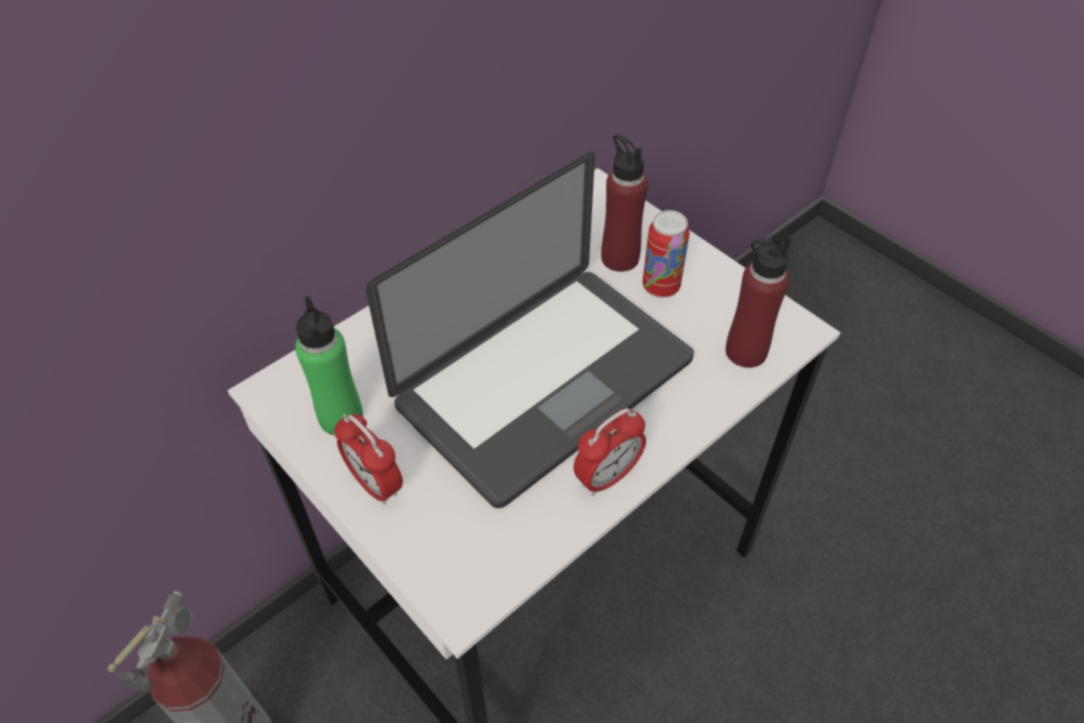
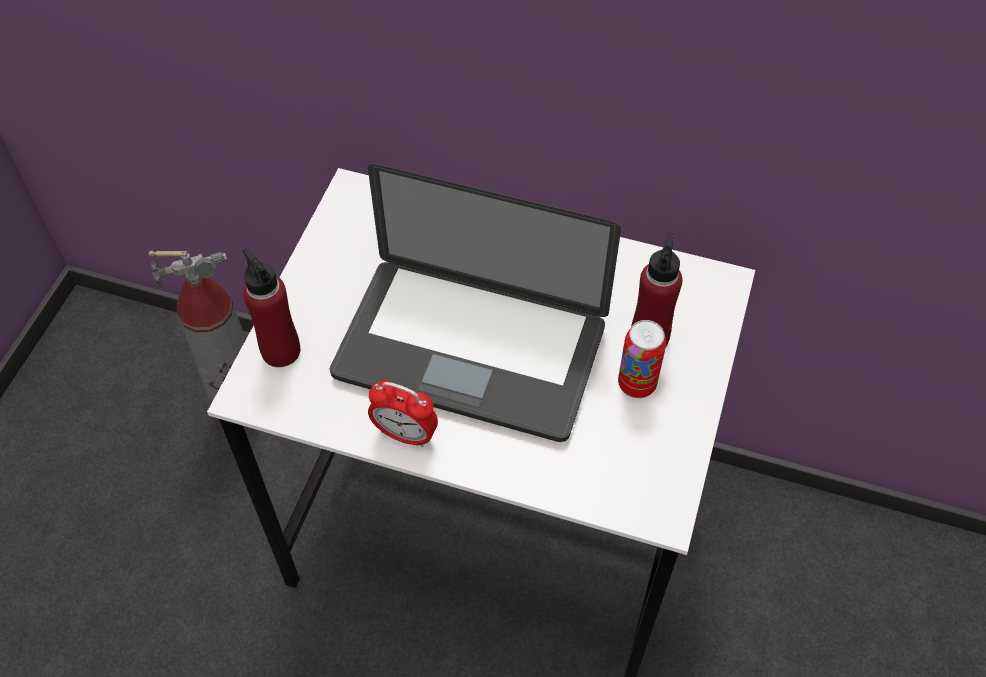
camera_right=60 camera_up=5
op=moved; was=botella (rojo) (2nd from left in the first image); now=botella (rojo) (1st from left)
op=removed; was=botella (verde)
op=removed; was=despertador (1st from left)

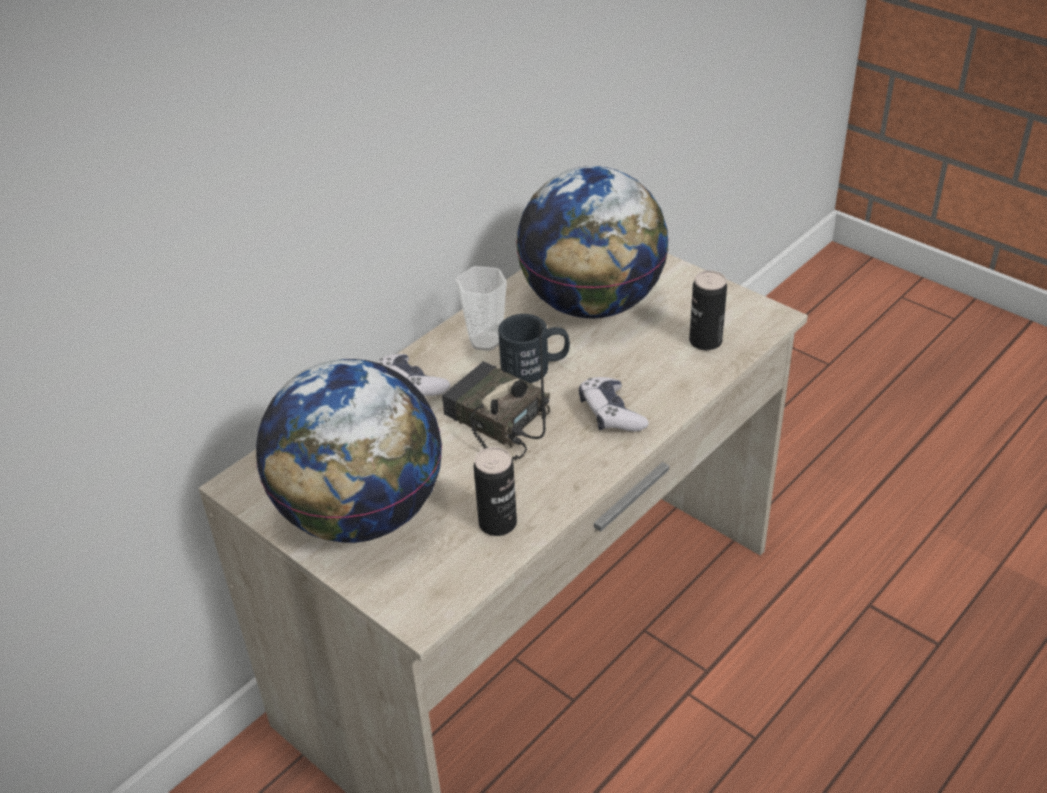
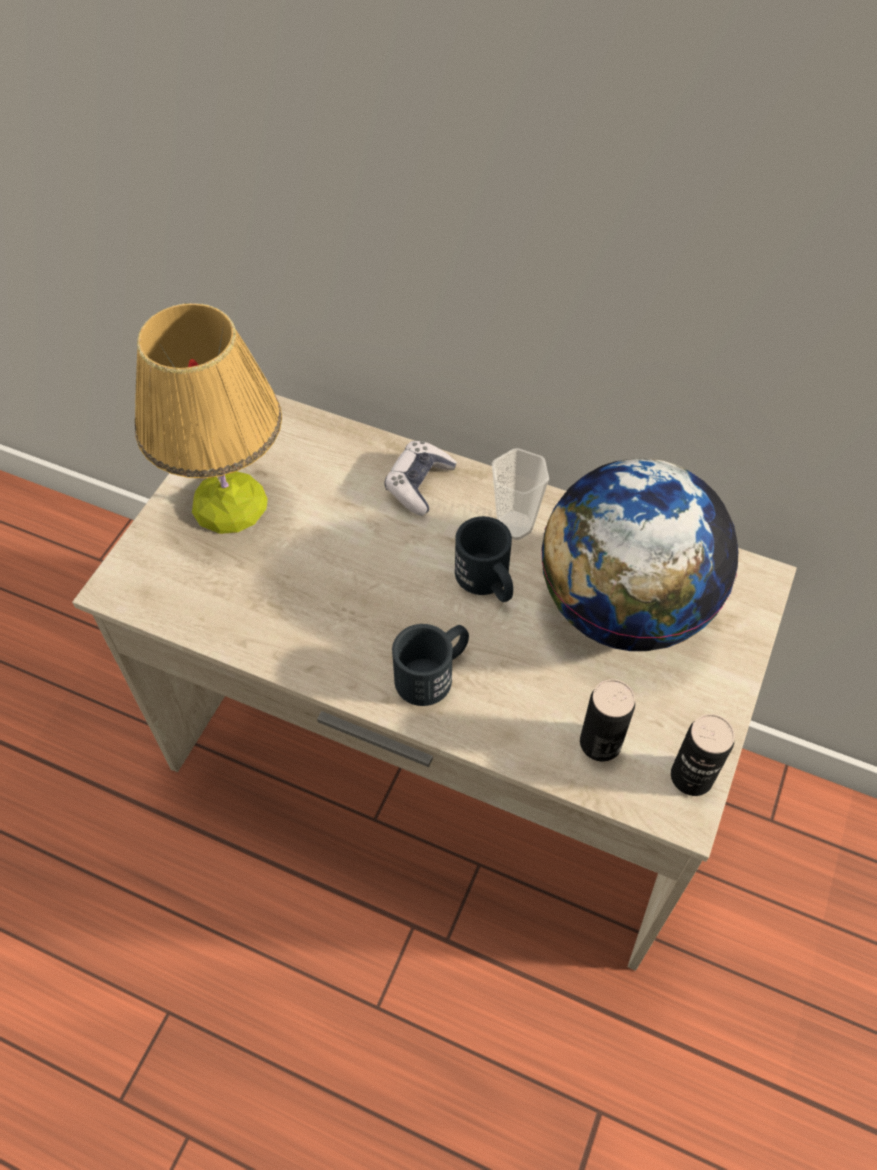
camera_right=70 camera_up=15
op=removed; was=radio
op=replaced; was=globo terráqueo (1st from left); now=lámpara de mesa
op=replaced; was=mando de consola (2nd from left); now=taza grande (negro) (1st from left)
op=moved; was=lata (1st from left in the first image); now=lata (2nd from left)

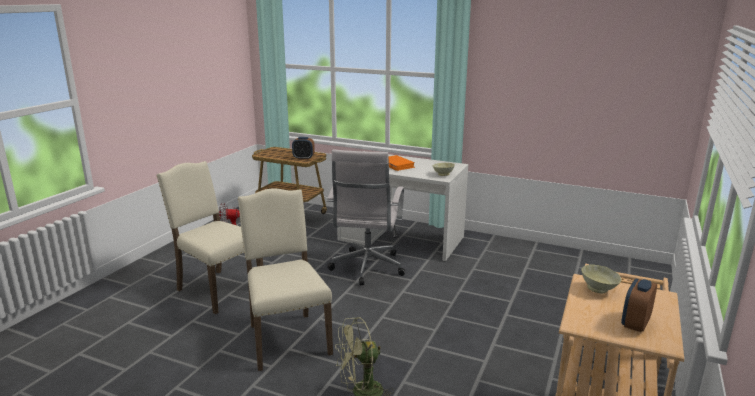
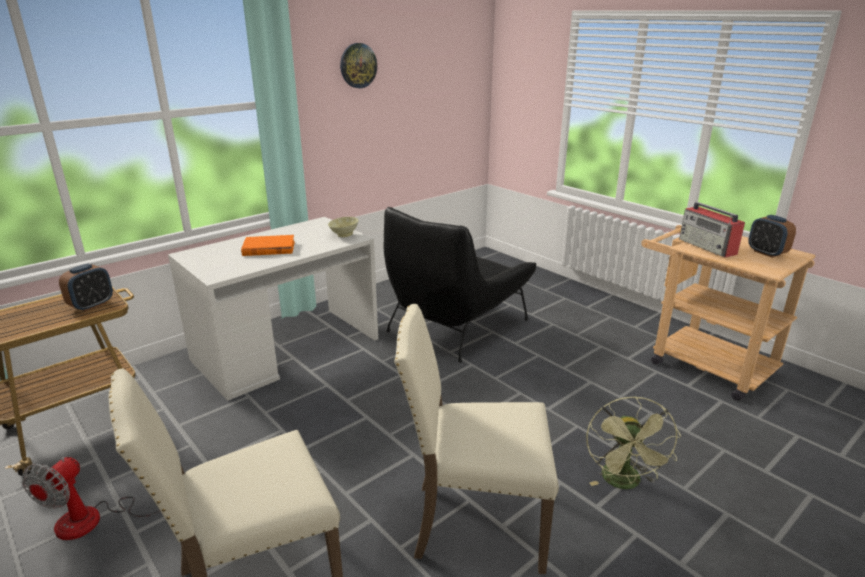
camera_right=-65 camera_up=5
op=removed; was=silla de oficina (blanco)
op=replaced; was=cuenco (beis) (2nd from left); now=radio
op=added; now=reloj de pared
op=added; now=sillón (negro)

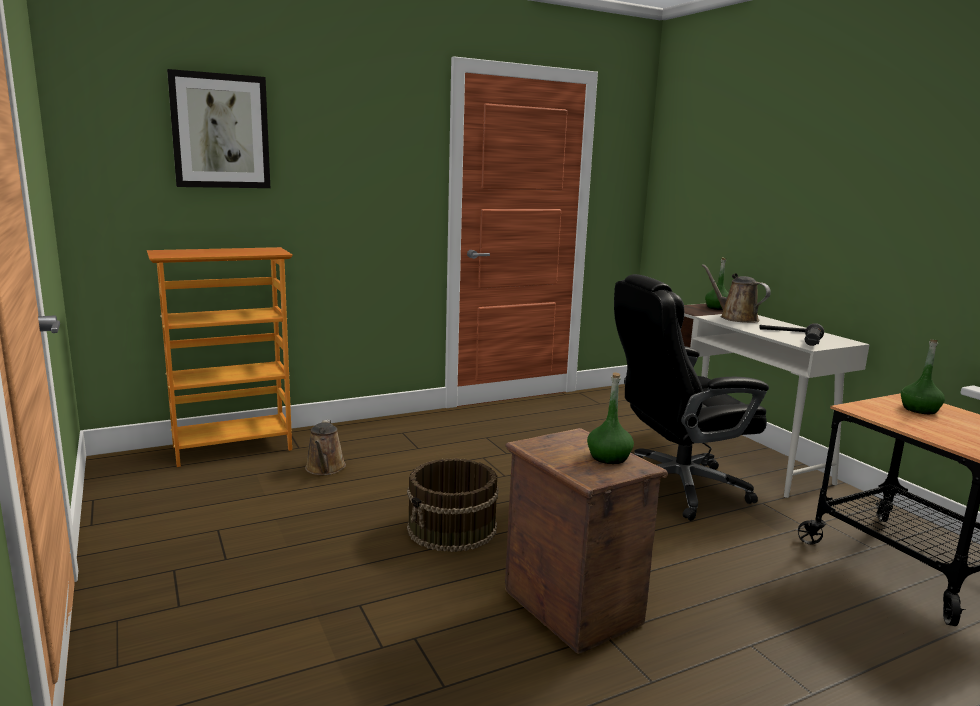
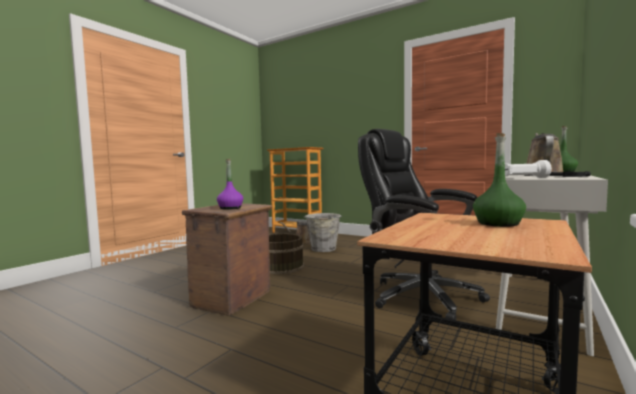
camera_right=60 camera_up=-10
op=removed; was=cuadro
op=recoloured; was=linterna (negro); now=linterna (blanco)
op=recoloured; was=botella (verde) (1st from left); now=botella (morado)
op=added; now=cubo (gris)

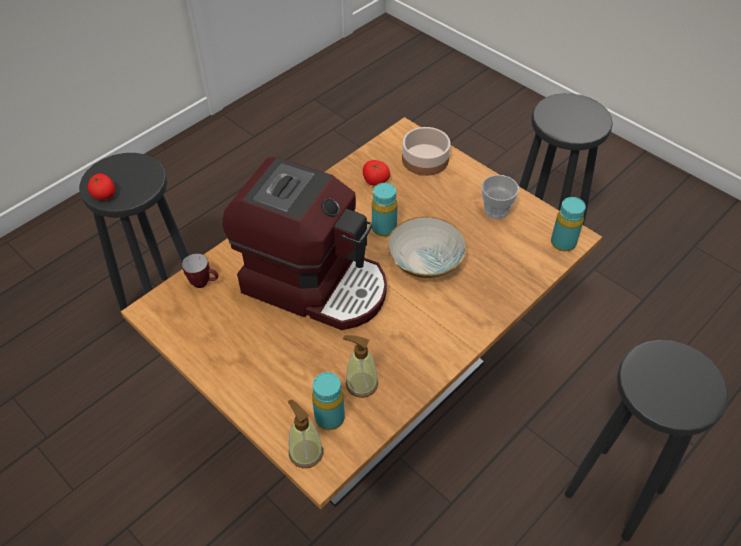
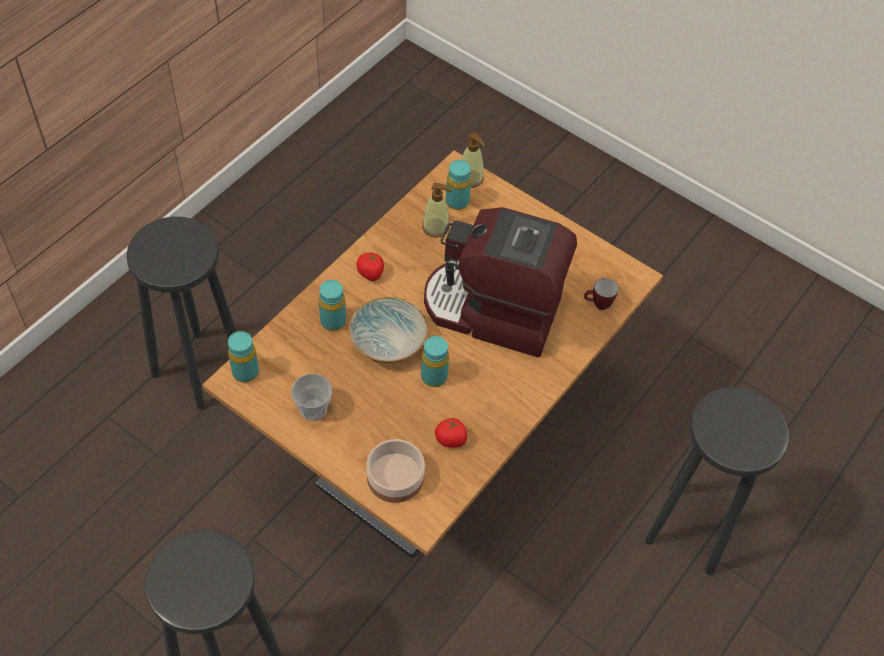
camera_right=170 camera_up=5
op=moved; was=tomate (1st from left)
op=added; now=botella (turquesa) (2nd from left)

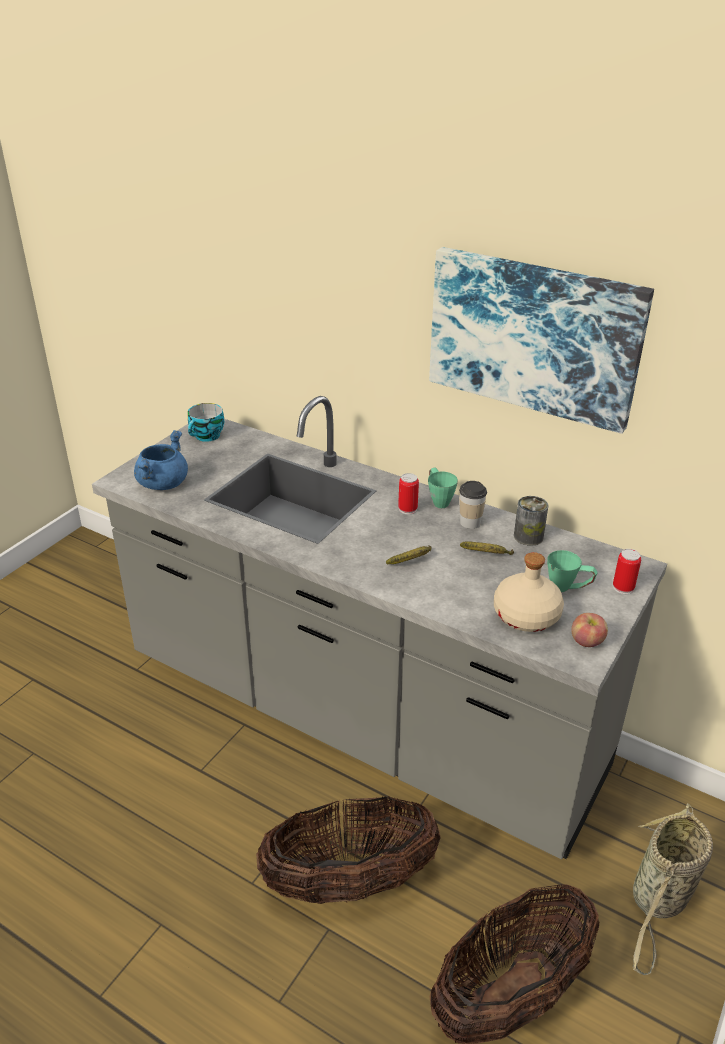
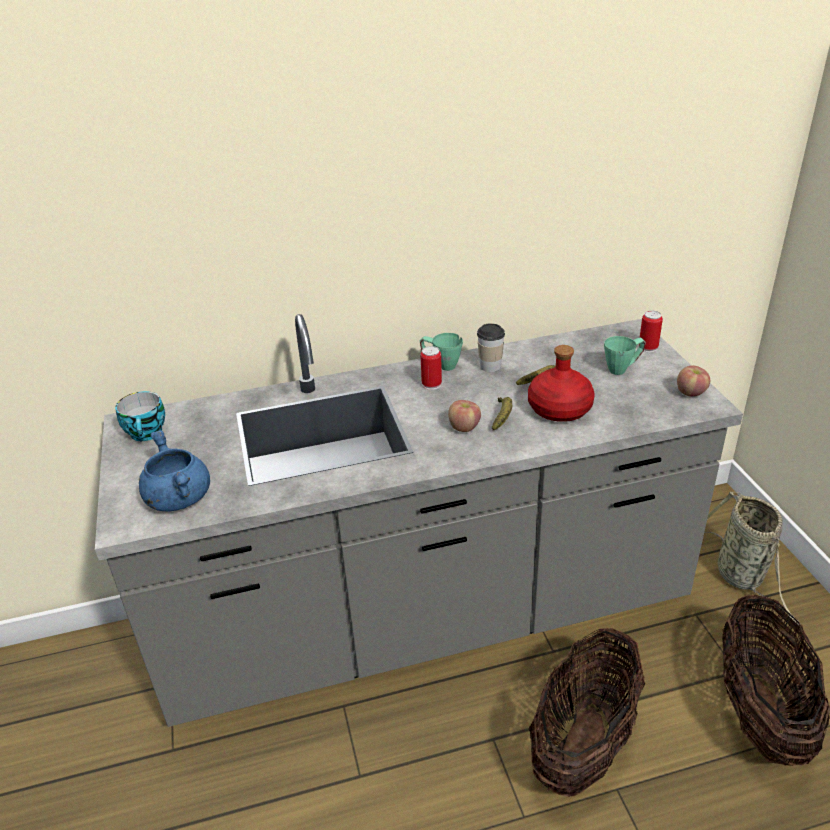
camera_right=-45 camera_up=0
op=removed; was=cuadro
op=removed; was=lata (2nd from left)
op=removed; was=botella (beis)
op=added; now=botella (rojo)
op=added; now=manzana (1st from left)

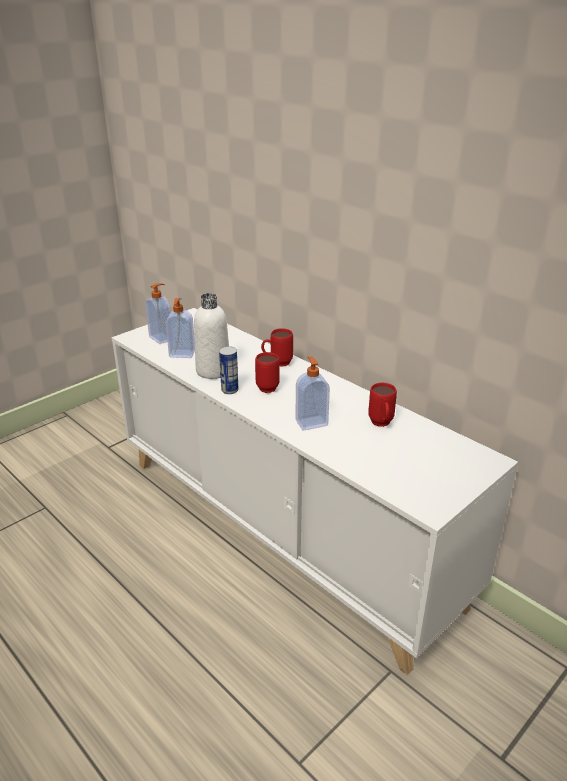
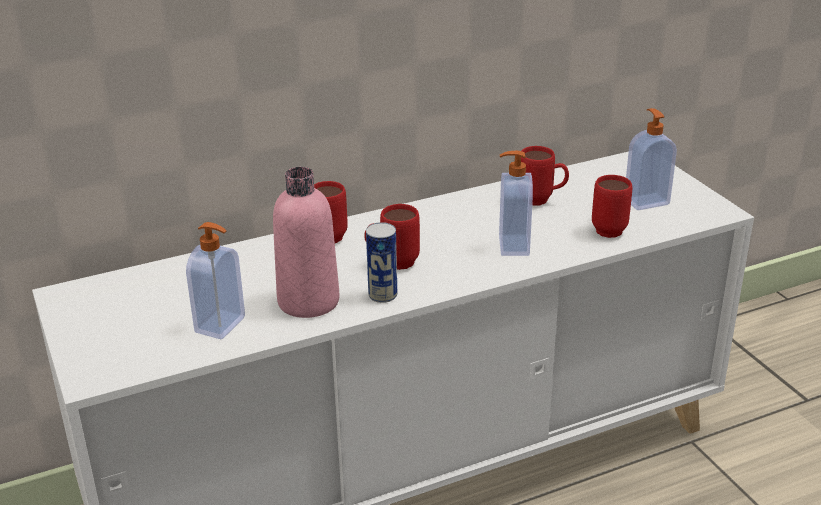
camera_right=-70 camera_up=0
op=moved; was=dispensador de jabón (1st from left in the first image); now=dispensador de jabón (3rd from left)
op=recoloured; was=botella (blanco); now=botella (rosa)
op=added; now=taza grande (rojo) (4th from left)

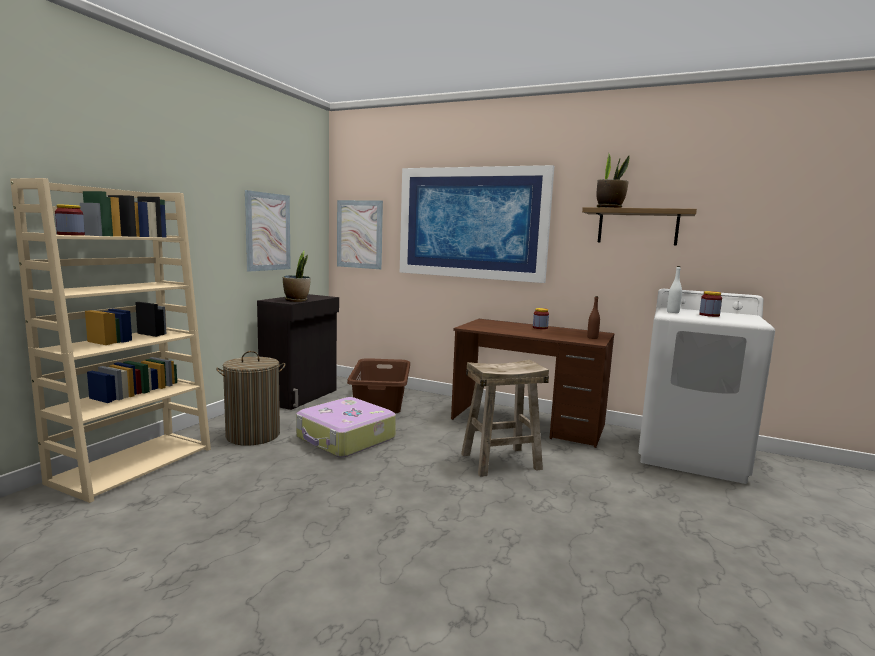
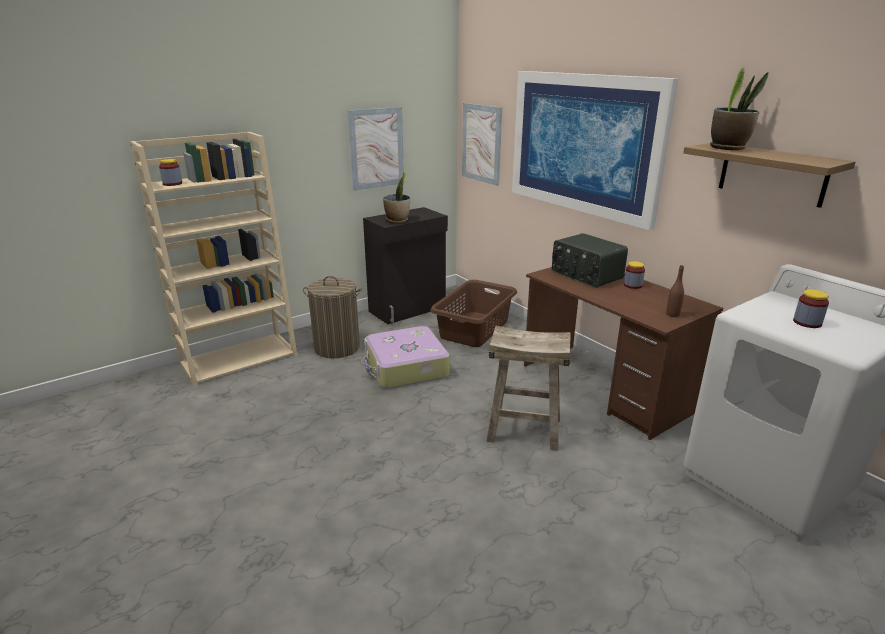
camera_right=30 camera_up=15
op=removed; was=botella (blanco)
op=added; now=radio

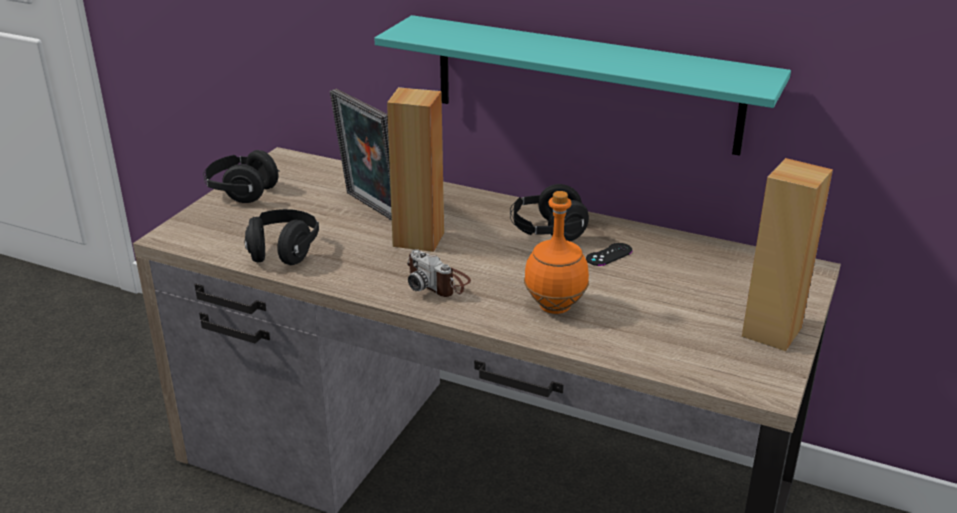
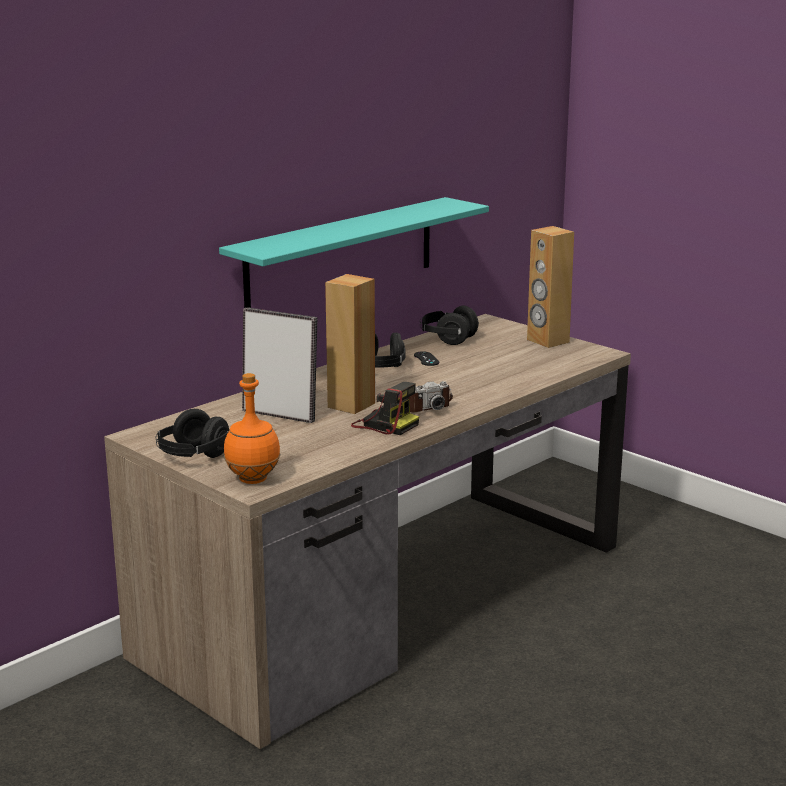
camera_right=-70 camera_up=-10
op=turned; was=portarretratos; clockwise=-135
op=moved; was=botella (naranja)
op=moved; was=auriculares (negro) (2nd from left in the first image); now=auriculares (negro) (3rd from left)
op=added; now=cámara (1st from left)

